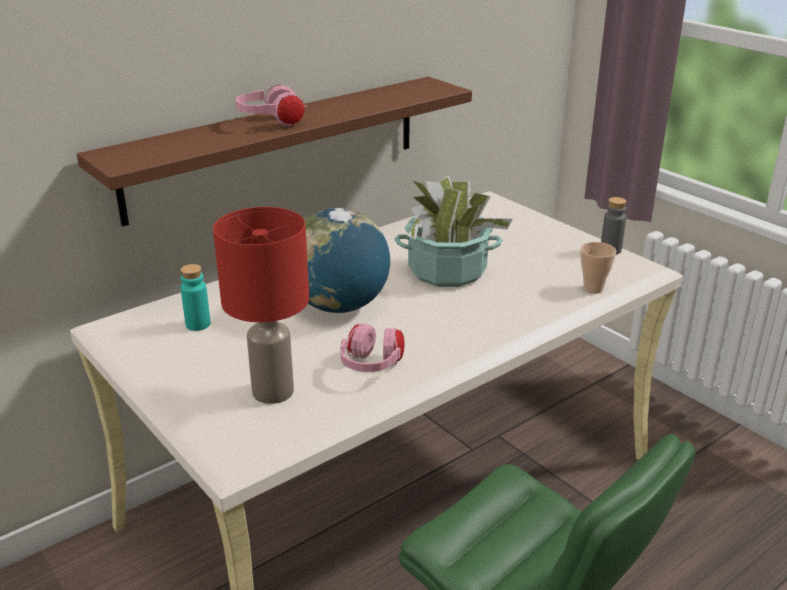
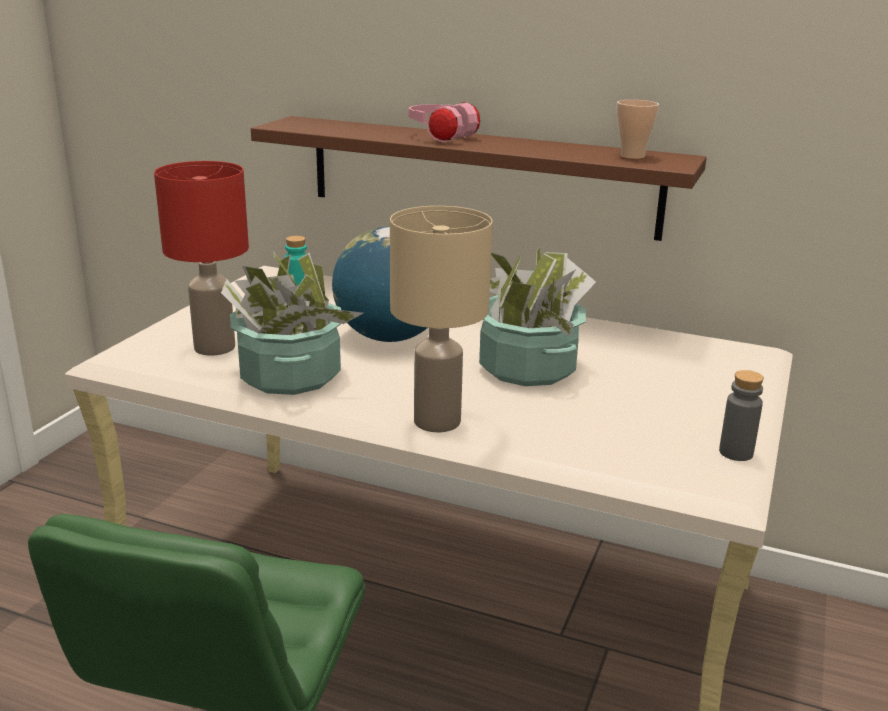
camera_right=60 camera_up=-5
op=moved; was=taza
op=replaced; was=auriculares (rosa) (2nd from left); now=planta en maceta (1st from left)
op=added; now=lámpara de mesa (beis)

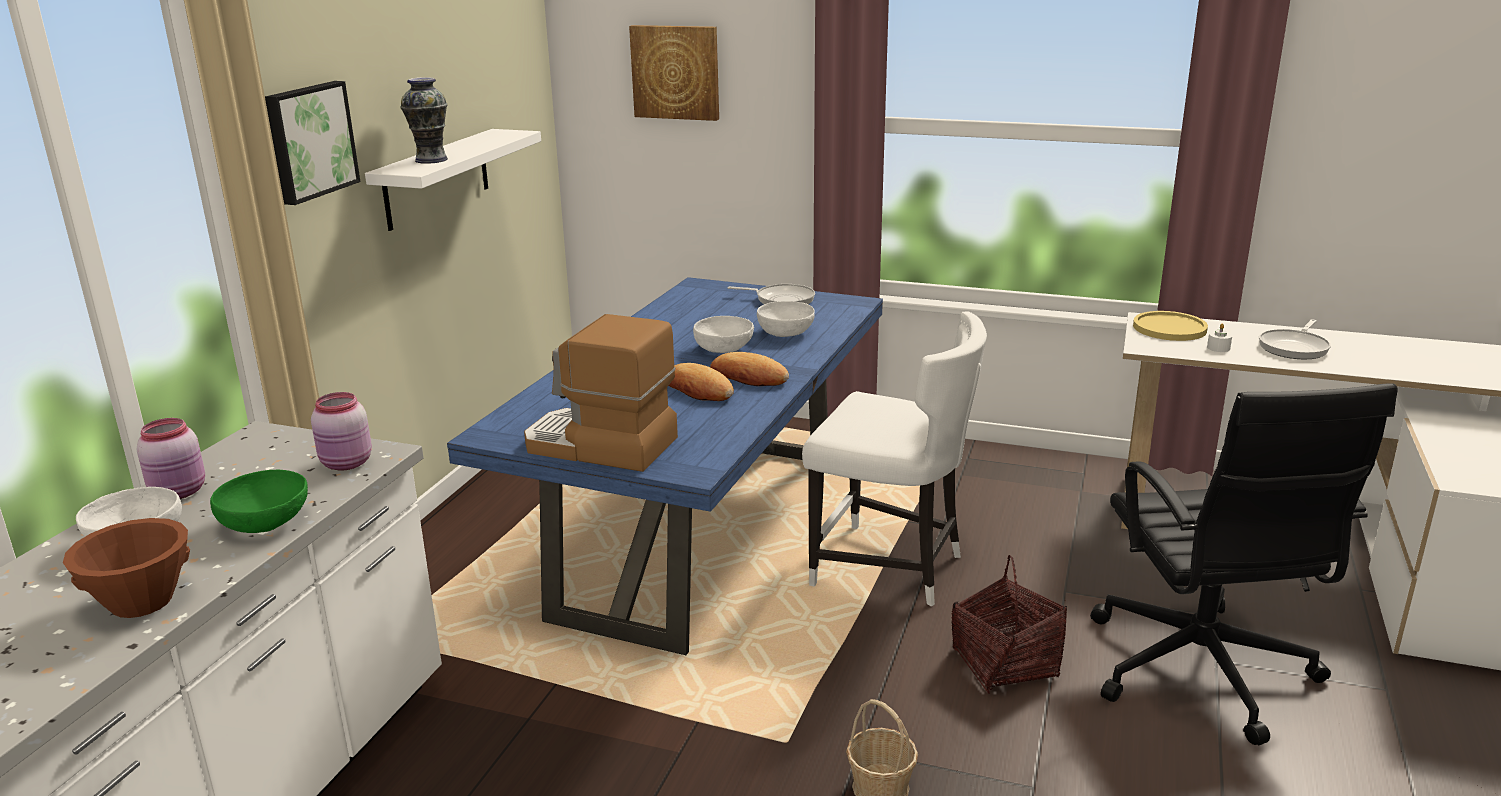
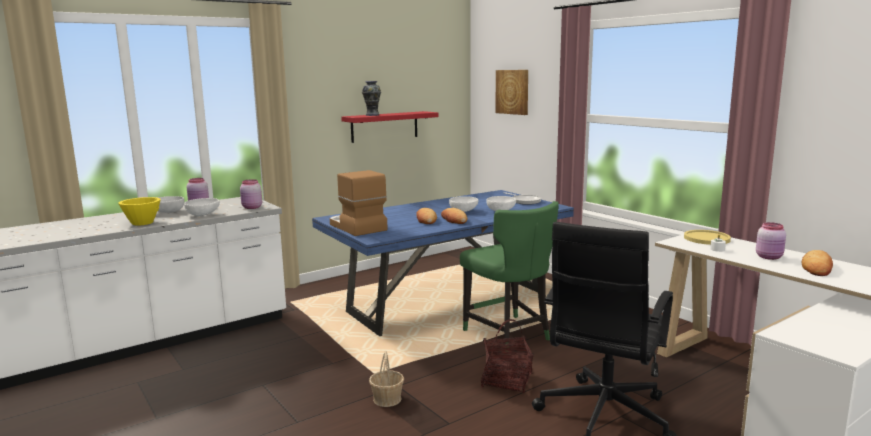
camera_right=35 camera_up=-10
op=removed; was=cuadro (1st from left)
op=recoloured; was=estante (blanco); now=estante (rojo)
op=recoloured; was=silla (blanco); now=silla (verde)
op=replaced; was=sartén (2nd from left); now=tarro (rosa) (3rd from left)
op=recoloured; was=cuenco (verde); now=cuenco (blanco) (2nd from left)
op=recoloured; was=cuenco (marrón); now=cuenco (amarillo)
op=added; now=pan (3rd from left)

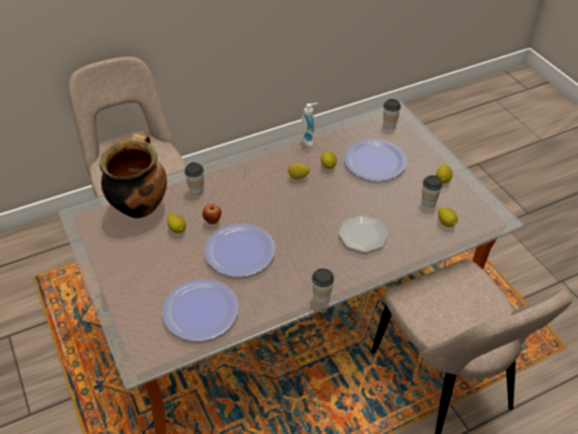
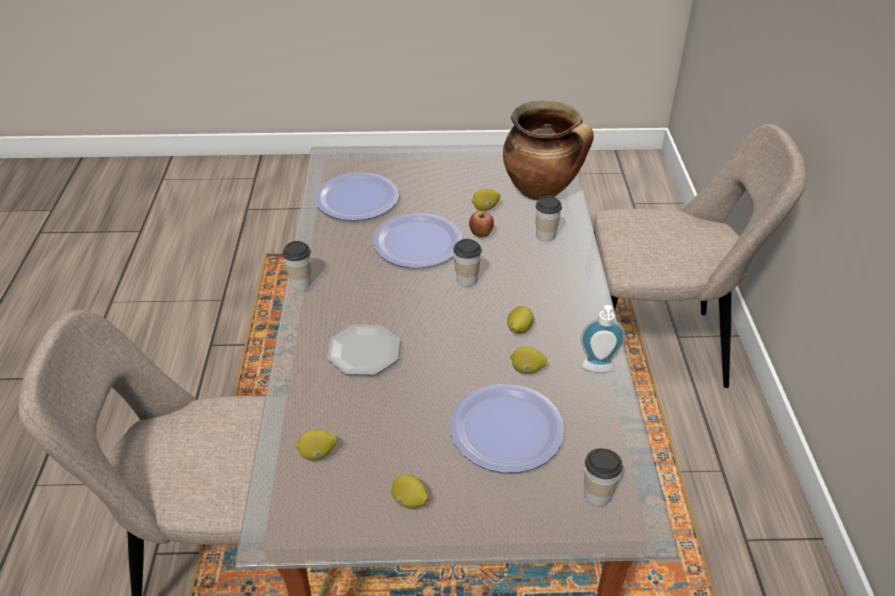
camera_right=115 camera_up=-5
op=moved; was=taza (4th from left in the first image); now=taza (2nd from left)

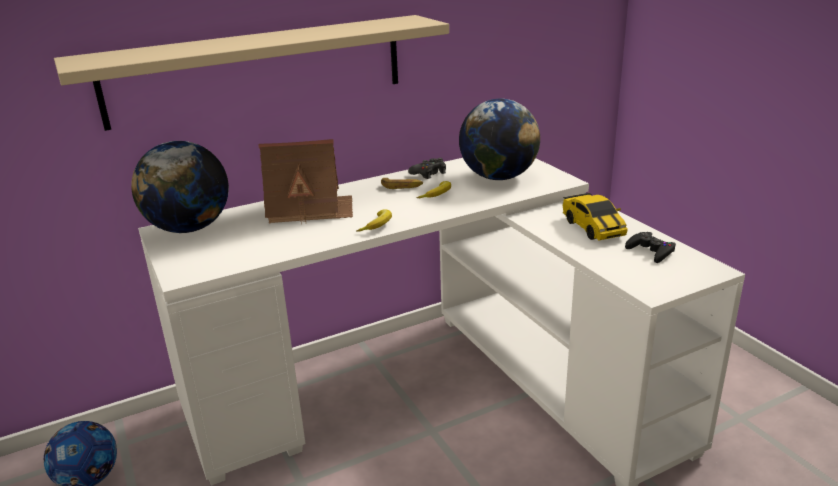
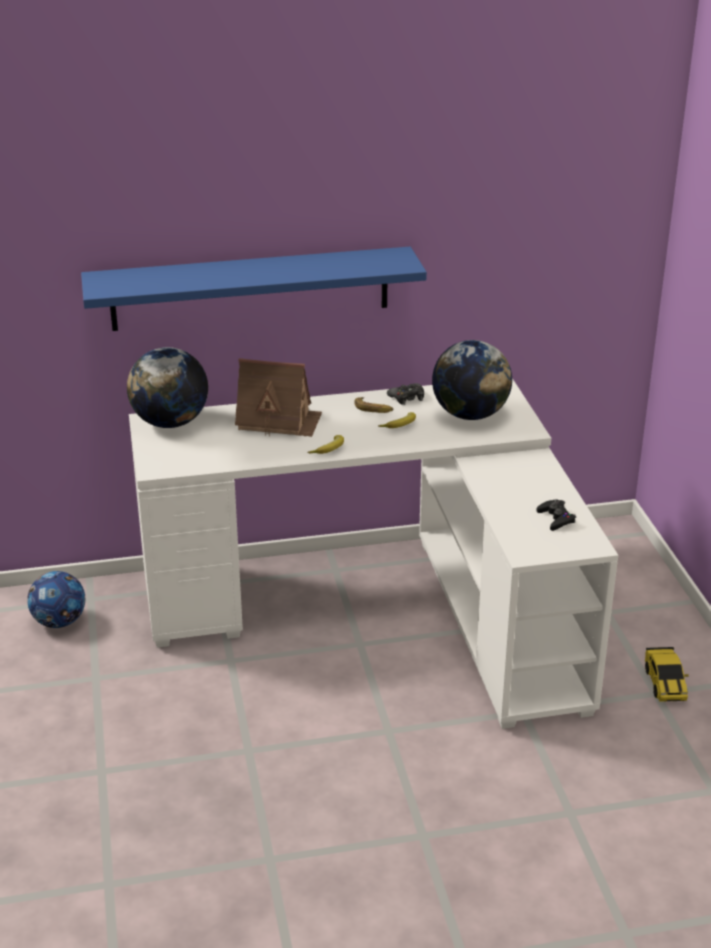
camera_right=15 camera_up=5
op=recoloured; was=estante (beis); now=estante (azul)
op=moved; was=coche de juguete

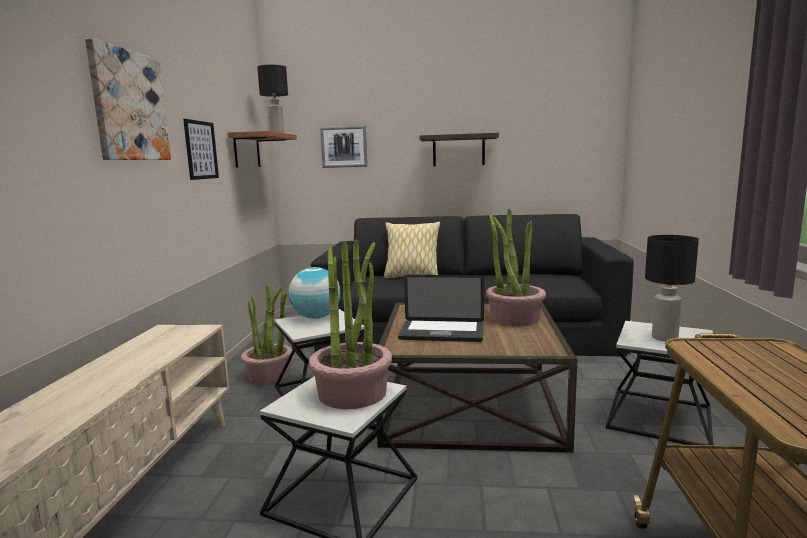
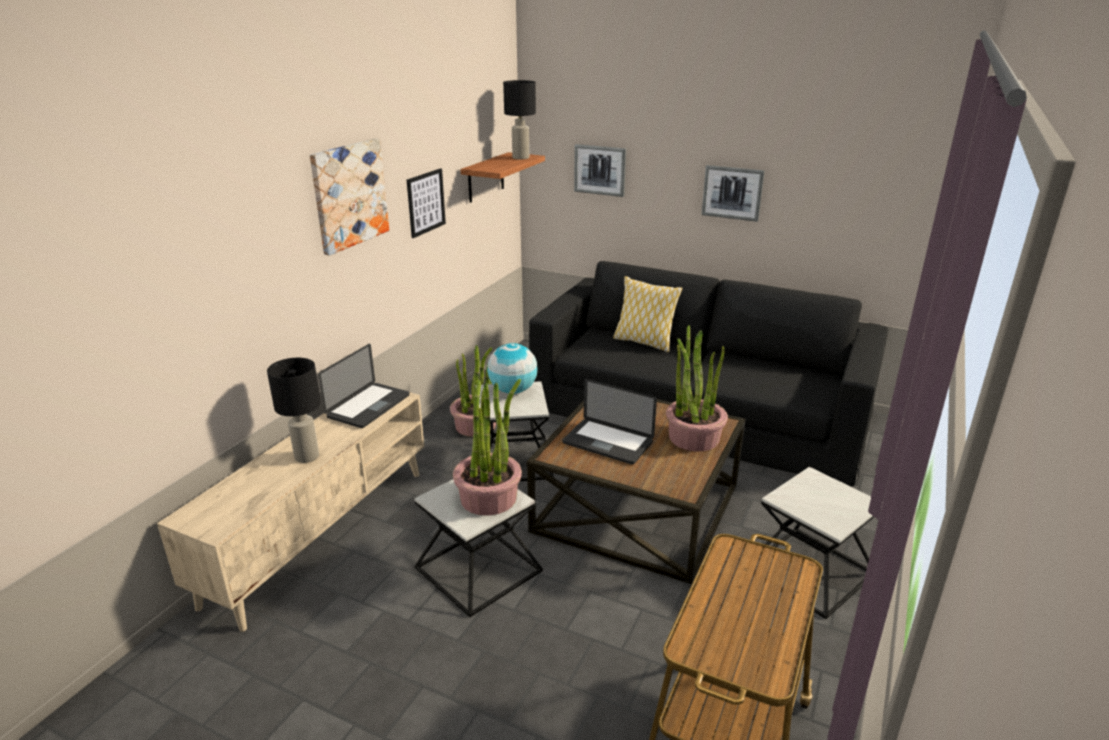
camera_right=20 camera_up=15
op=replaced; was=estante (2nd from left); now=cuadro (4th from left)
op=moved; was=lámpara de mesa (negro) (2nd from left in the first image); now=lámpara de mesa (negro) (1st from left)
op=added; now=portátil (1st from left)

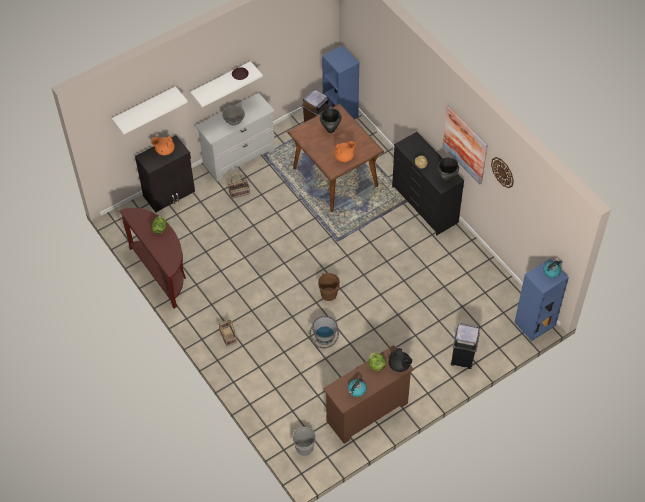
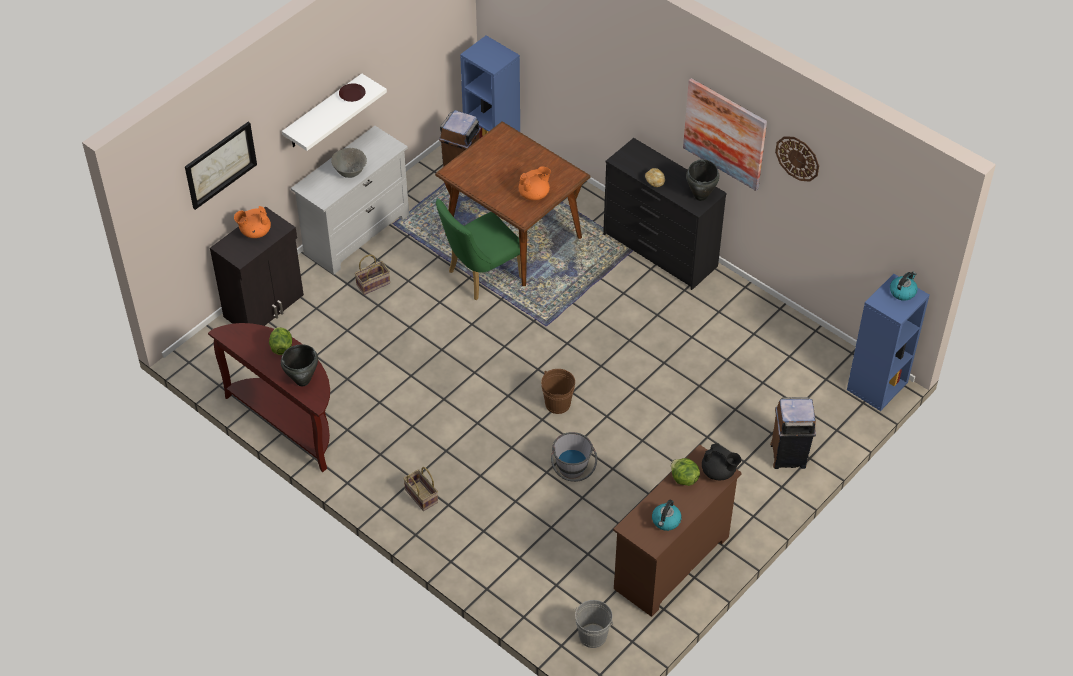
camera_right=-15 camera_up=-5
op=replaced; was=estante (blanco) (1st from left); now=cuadro (1st from left)
op=moved; was=olla (negro) (1st from left)
op=added; now=silla (verde)

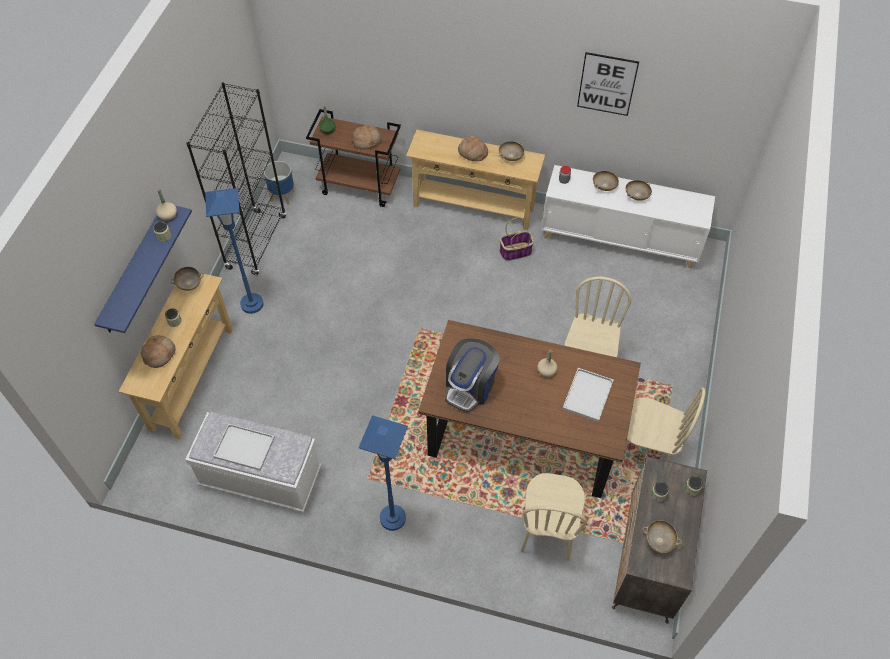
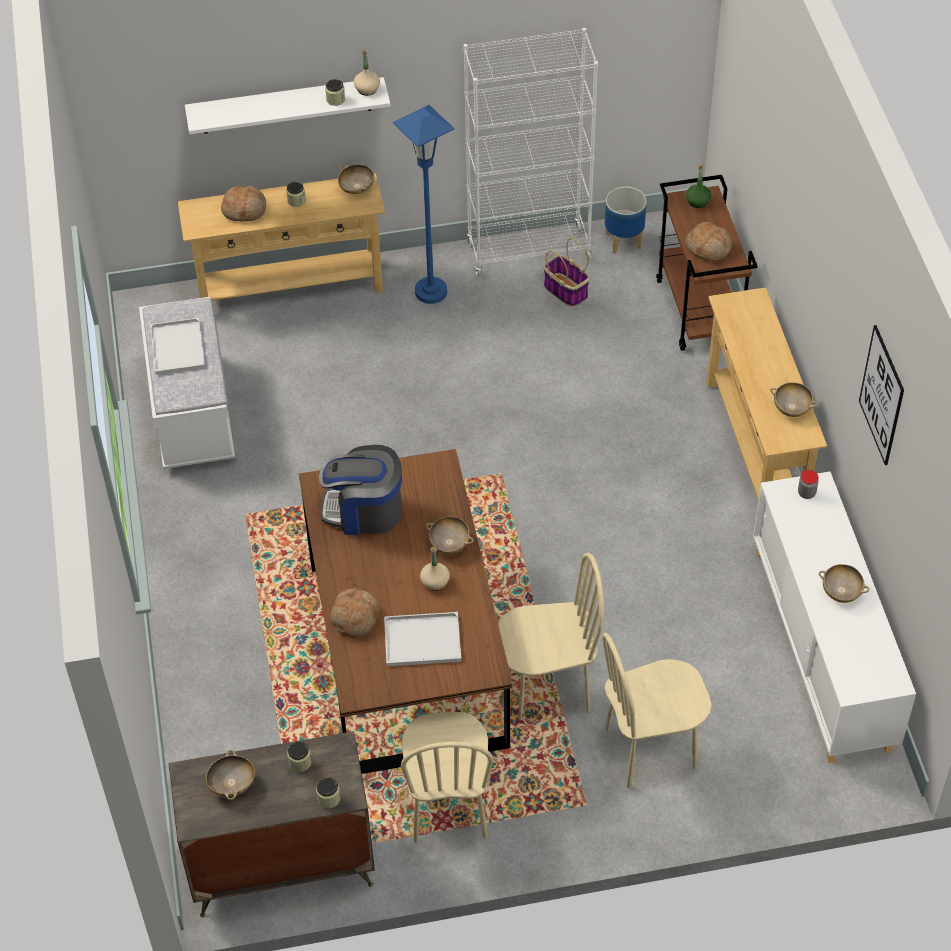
camera_right=65 camera_up=-5
op=recoloured; was=estantería (negro); now=estantería (blanco)
op=moved; was=pan (3rd from left in the first image); now=pan (2nd from left)
op=moved; was=cuenco (beis) (3rd from left)
op=recoloured; was=estante (azul); now=estante (blanco)
op=moved; was=cesta
op=removed; was=lámpara de pie (azul) (2nd from left)
op=moved; was=silla (beis) (1st from left in the first image); now=silla (beis) (3rd from left)

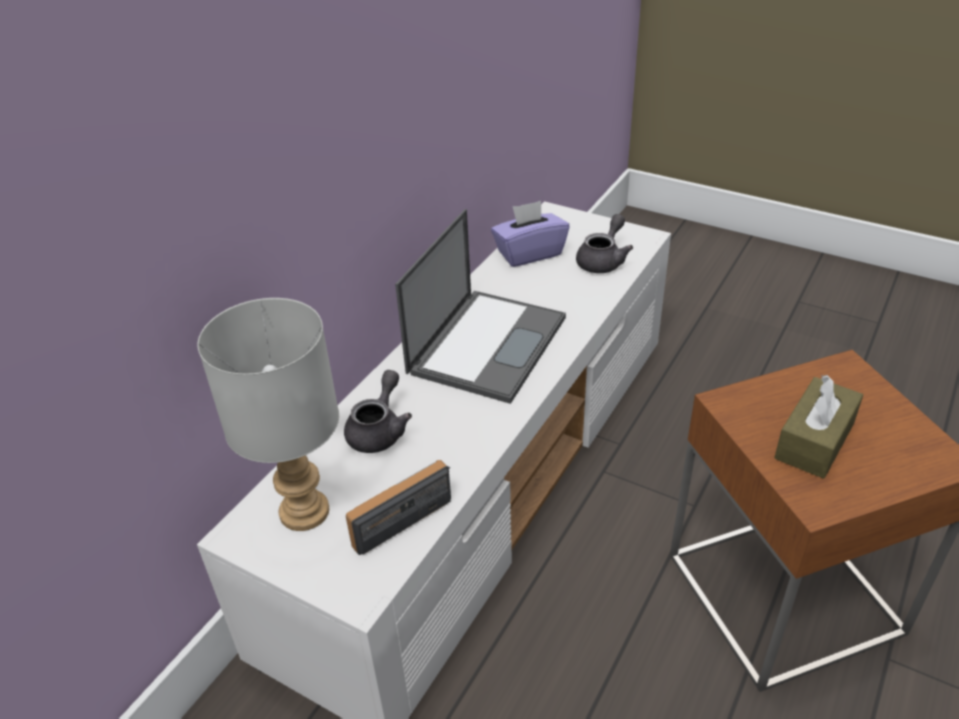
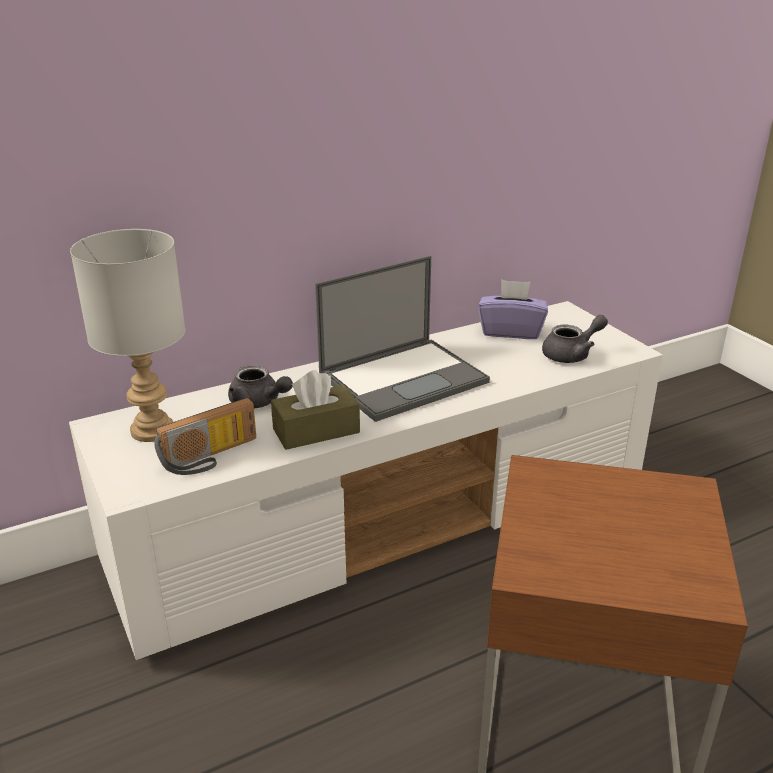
camera_right=30 camera_up=-10
op=turned; was=tetera (gris) (1st from left); clockwise=75
op=moved; was=caja de pañuelos (marrón)
op=turned; was=radio; clockwise=150

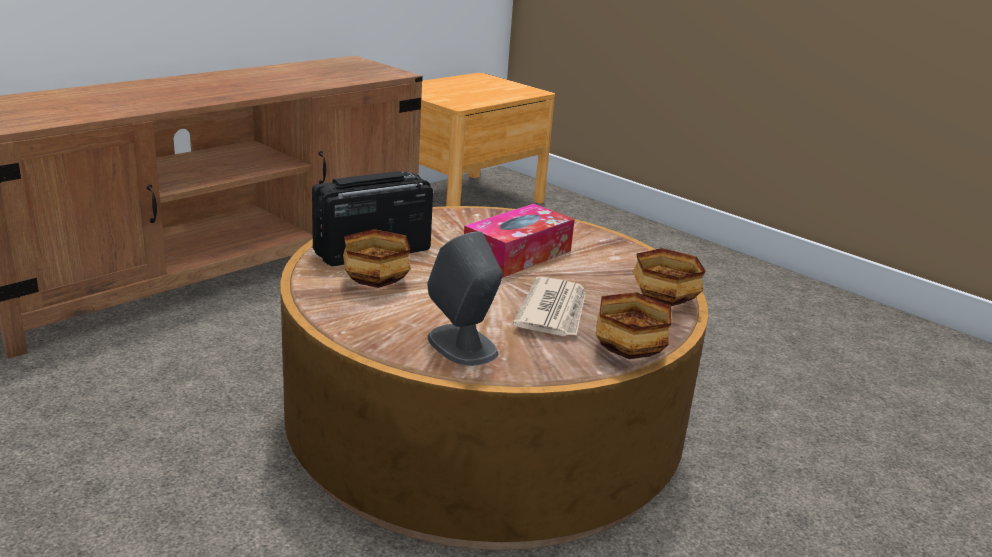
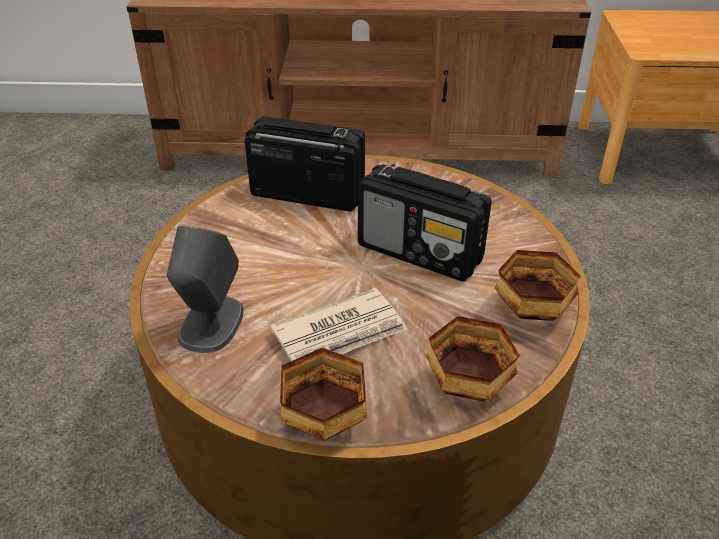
camera_right=50 camera_up=15
op=replaced; was=caja de pañuelos; now=radio (2nd from left)
op=moved; was=cuenco (1st from left in the first image); now=cuenco (3rd from left)

